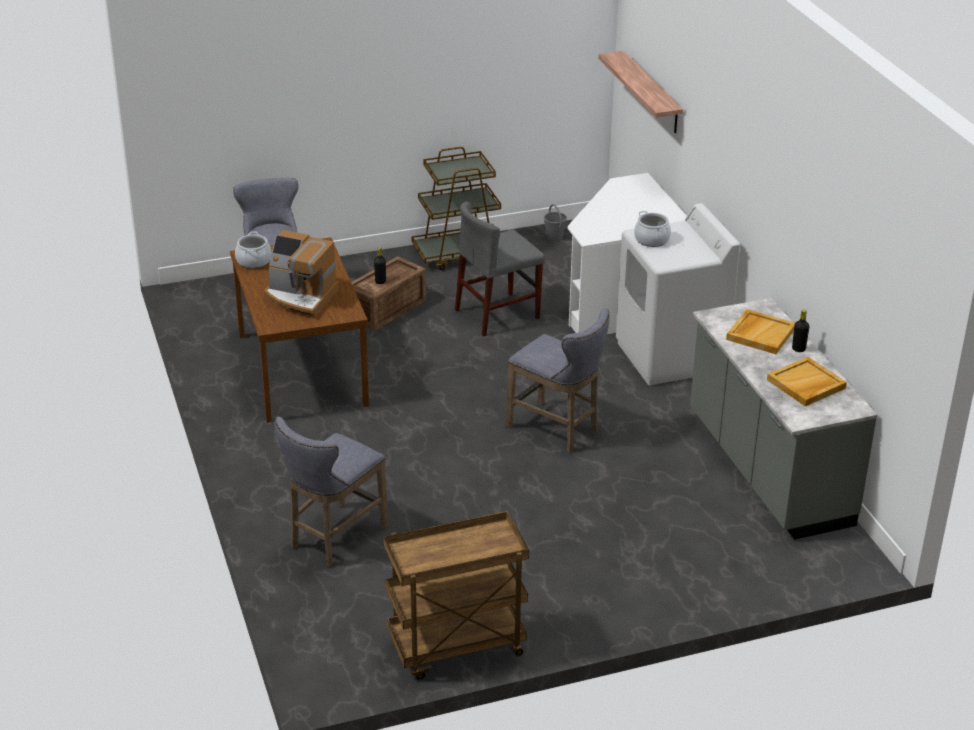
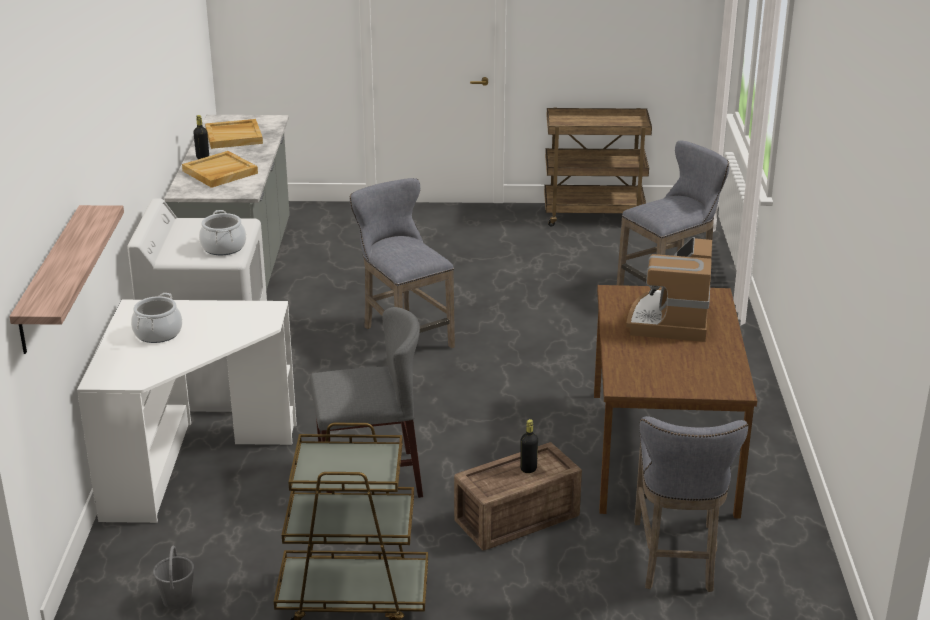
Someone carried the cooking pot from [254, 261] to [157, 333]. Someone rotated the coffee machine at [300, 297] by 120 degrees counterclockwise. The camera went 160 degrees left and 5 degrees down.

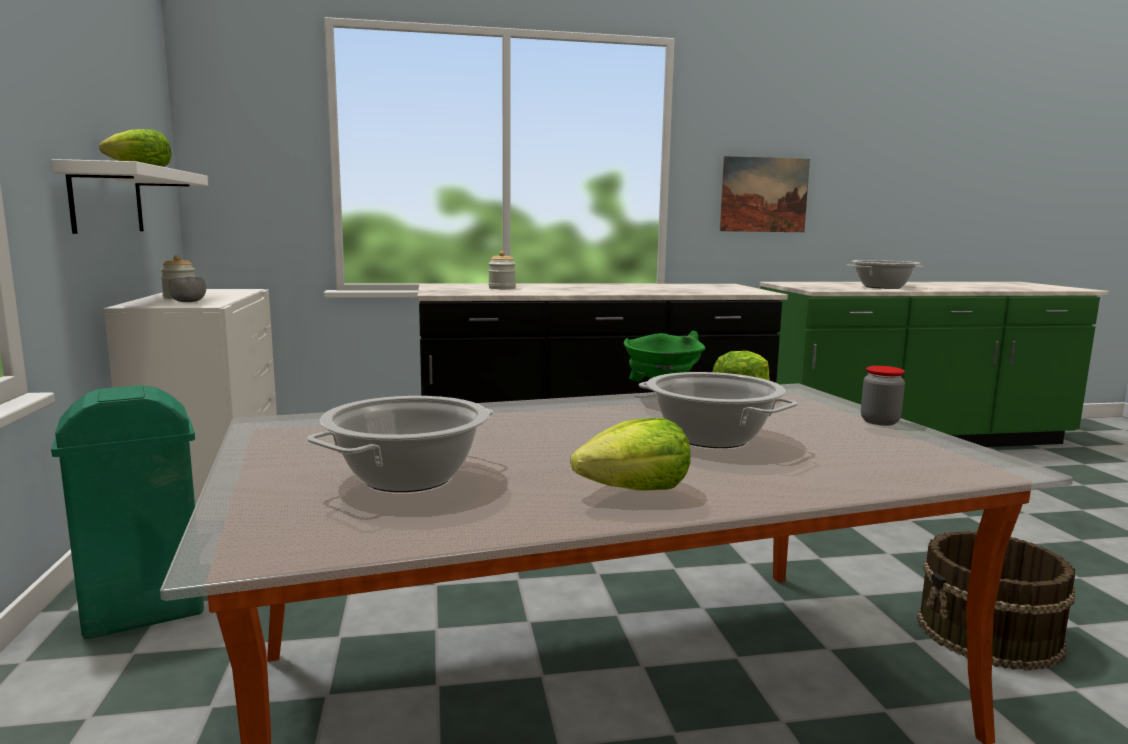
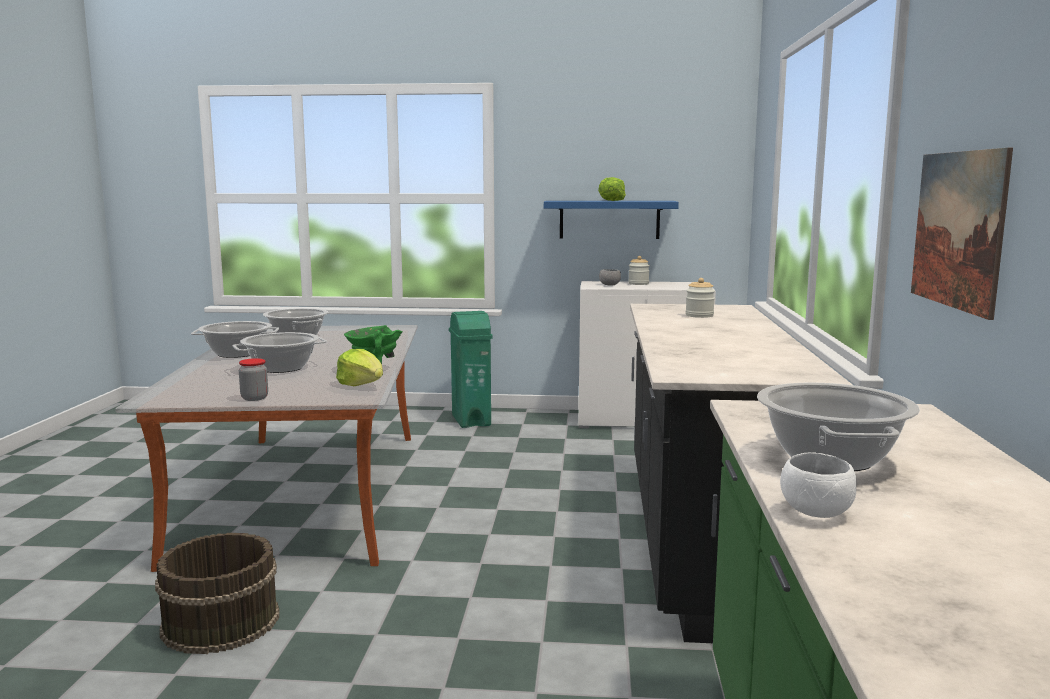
Someone repainted the white shelf at [107, 200], which became the blue shelf at [609, 219]. Someone swapped the lettuce at [635, 490] for the cooking pot at [236, 354]. Someone put down the white bowl at [815, 512]. The camera went 105 degrees right and 0 degrees up.

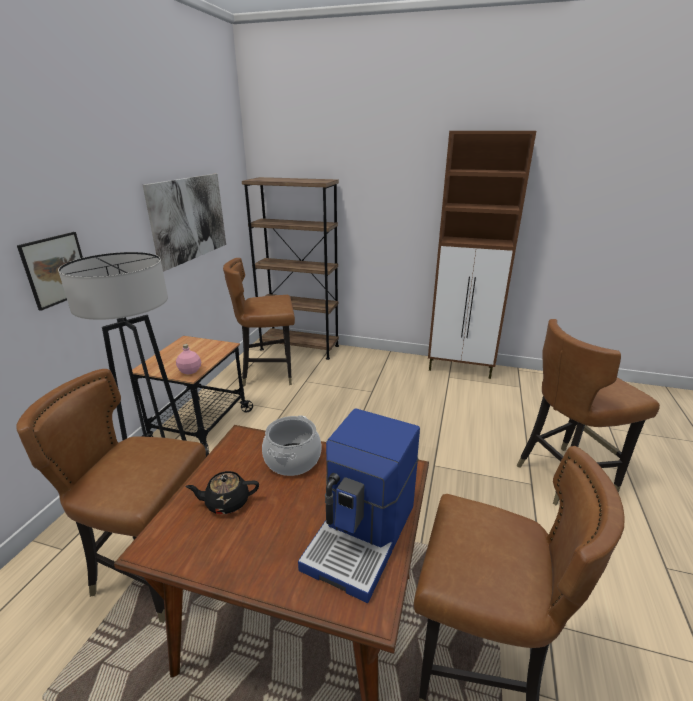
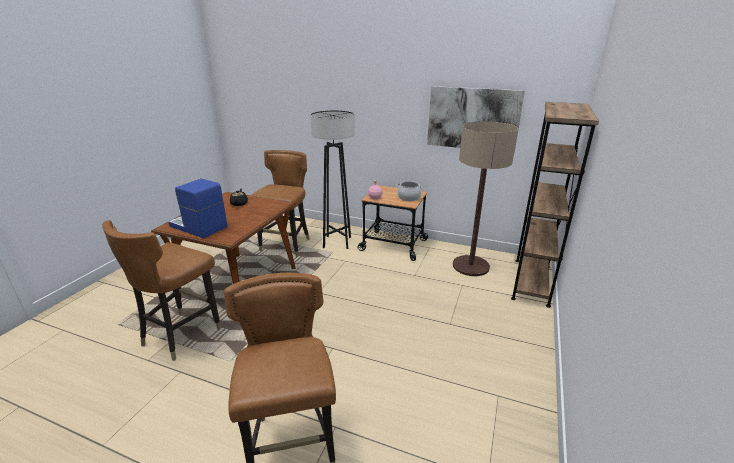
Someone took away the picture at [56, 269]. Someone swapped the brown chair at [268, 374] for the floor lamp at [470, 266]. Someone carried the cooking pot from [293, 459] to [408, 197]. Someone took away the brown cabinet at [460, 369]. The camera went 95 degrees right and 0 degrees up.

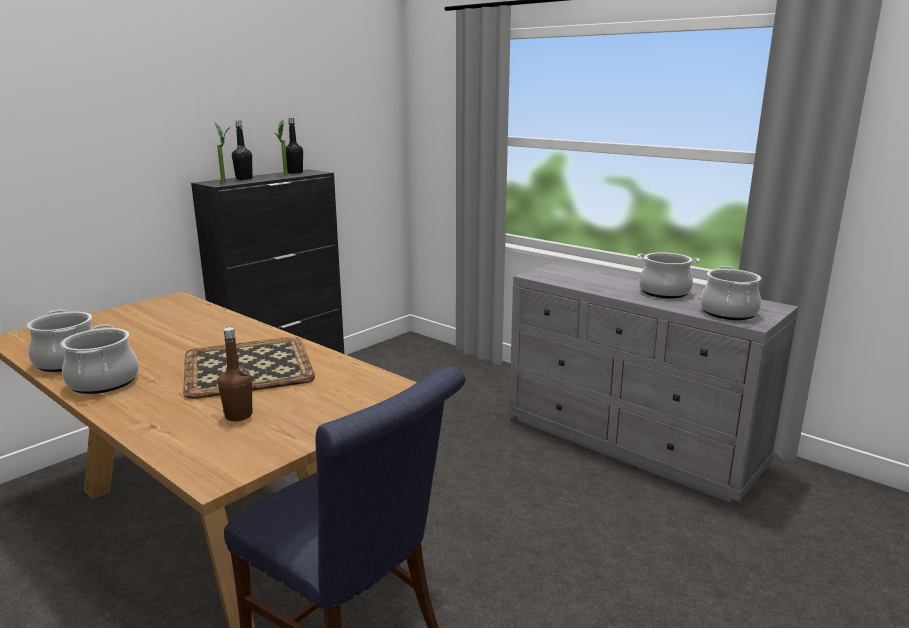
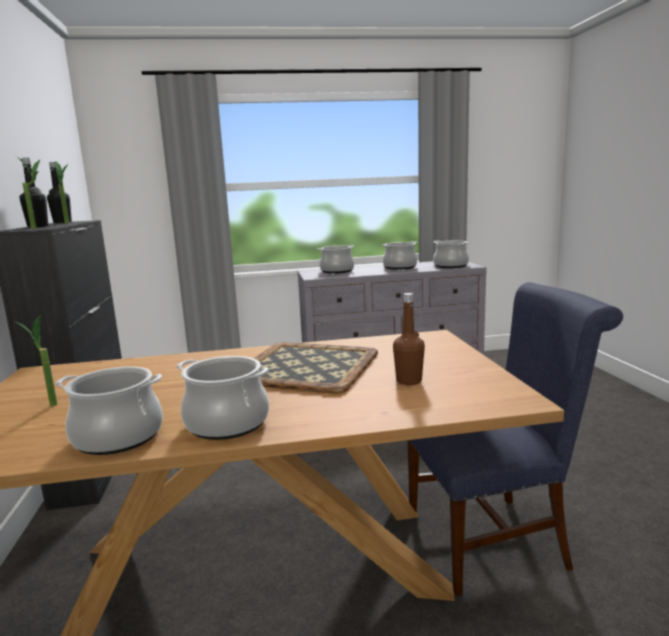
Someone put down the potted plant at [47, 404]. Someone put down the cooking pot at [337, 271]. The camera went 50 degrees left and 5 degrees down.

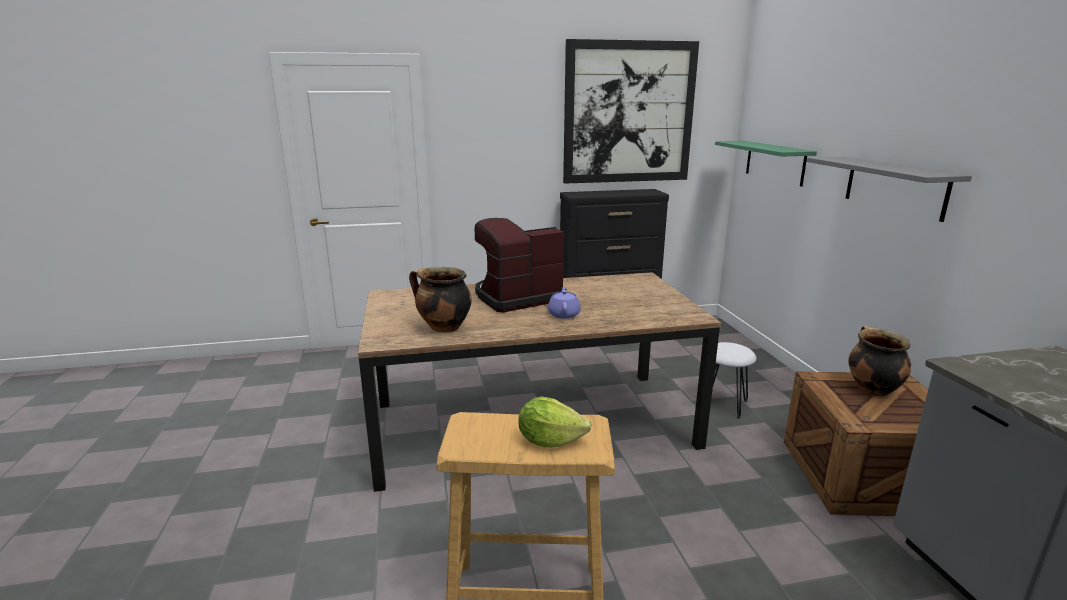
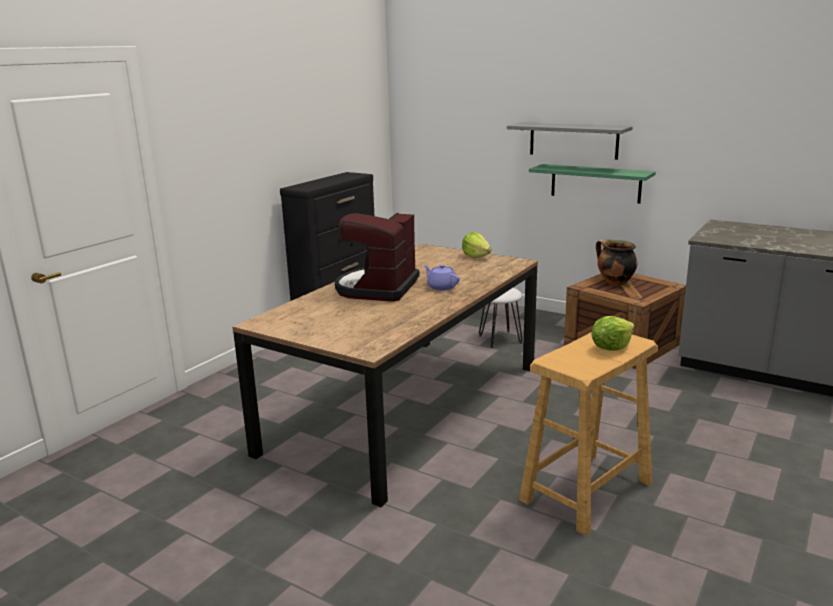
Someone took away the cooking pot at [443, 328]. Someone took away the picture at [629, 113]. Someone carried the green shelf from [774, 162] to [595, 183]. Someone put down the lettuce at [476, 256]. The camera went 45 degrees left and 0 degrees up.

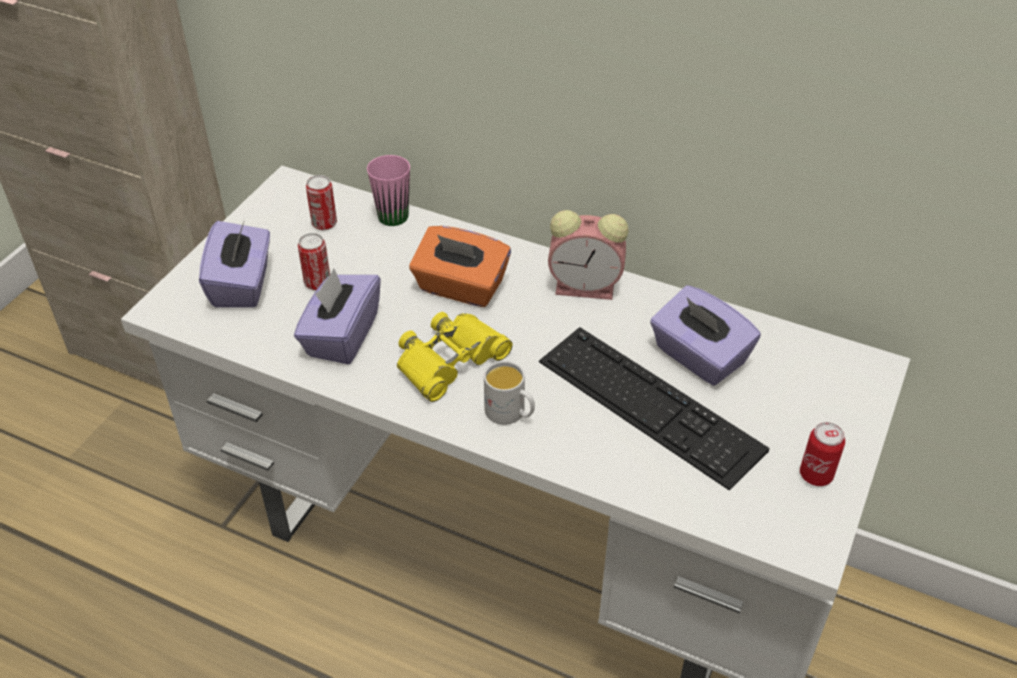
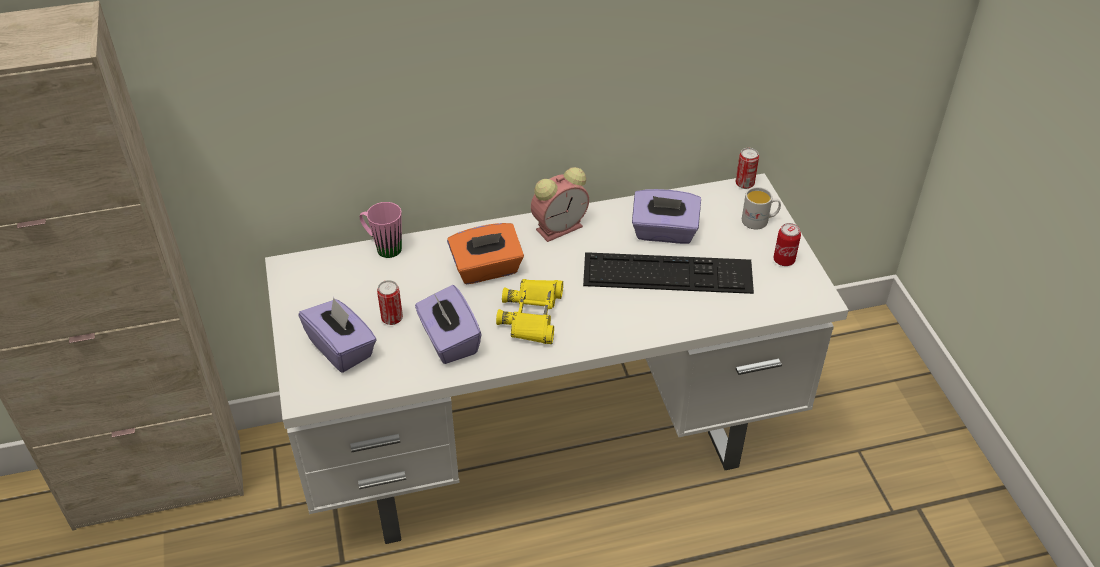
Someone carried the can from [324, 223] to [744, 184]. Someone carried the white mug from [510, 414] to [759, 221]. The camera went 40 degrees left and 0 degrees up.

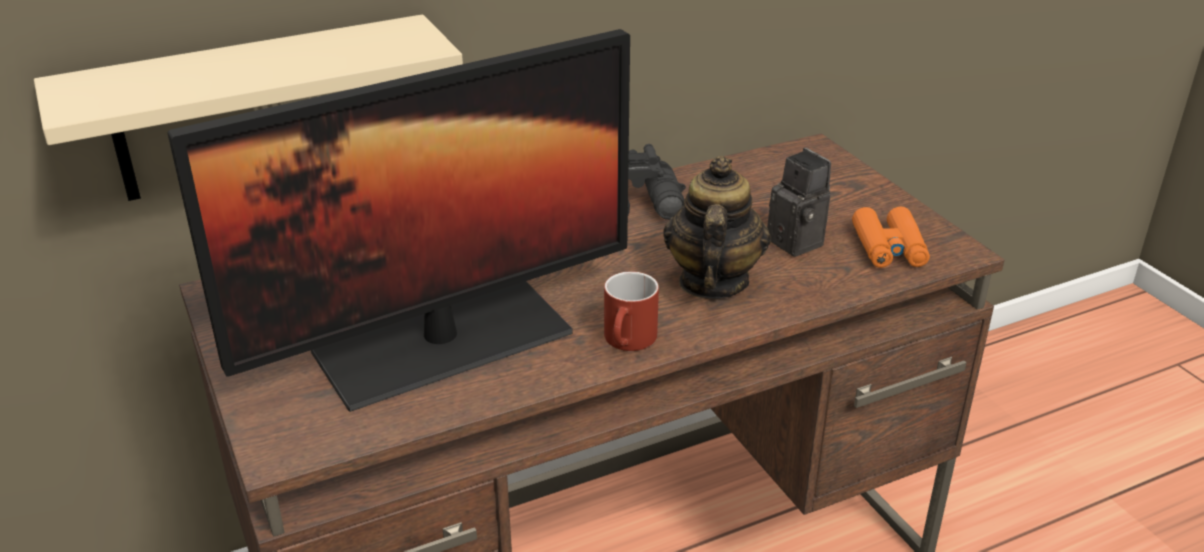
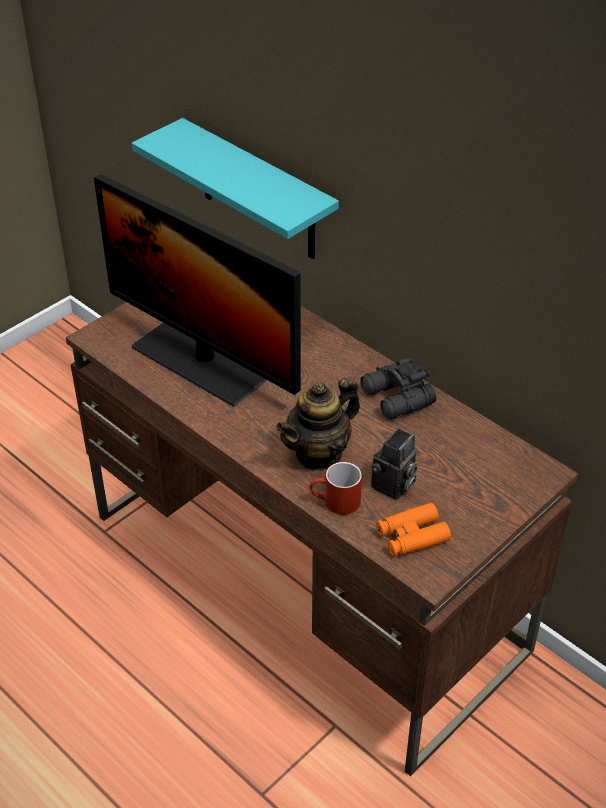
Someone repainted the beige shelf at [252, 109], which became the turquoise shelf at [258, 192]. Someone carried the red mug from [629, 342] to [335, 503]. Someone rotated the teapot at [712, 282] by 150 degrees clockwise. The camera went 70 degrees right and 10 degrees up.

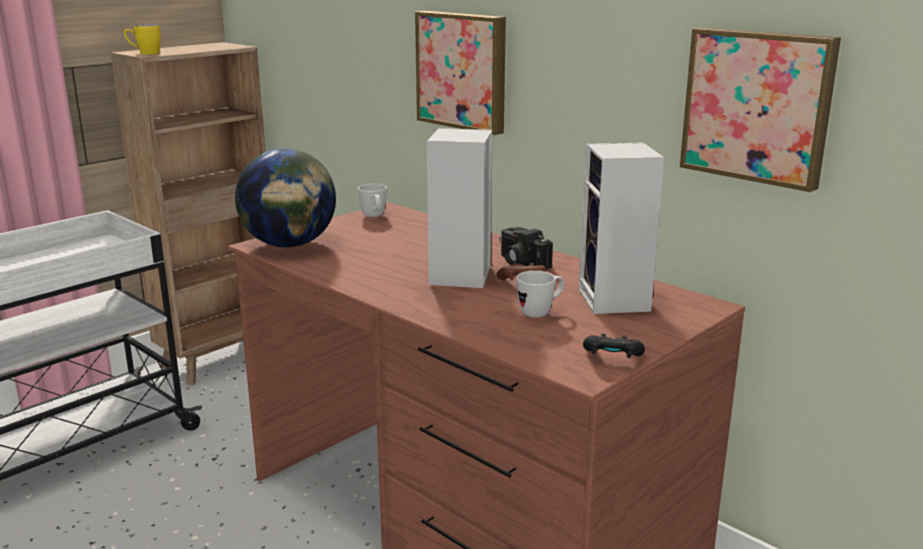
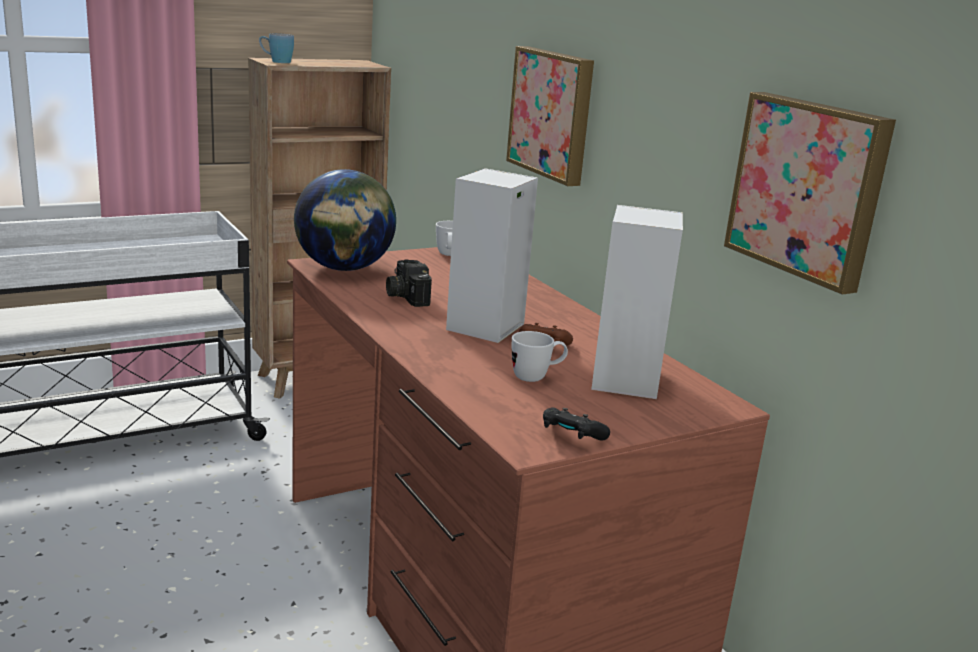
Someone repainted the yellow mug at [144, 53], which became the blue mug at [276, 61]. Someone carried the photo camera from [520, 262] to [405, 296]. The camera went 15 degrees right and 0 degrees up.

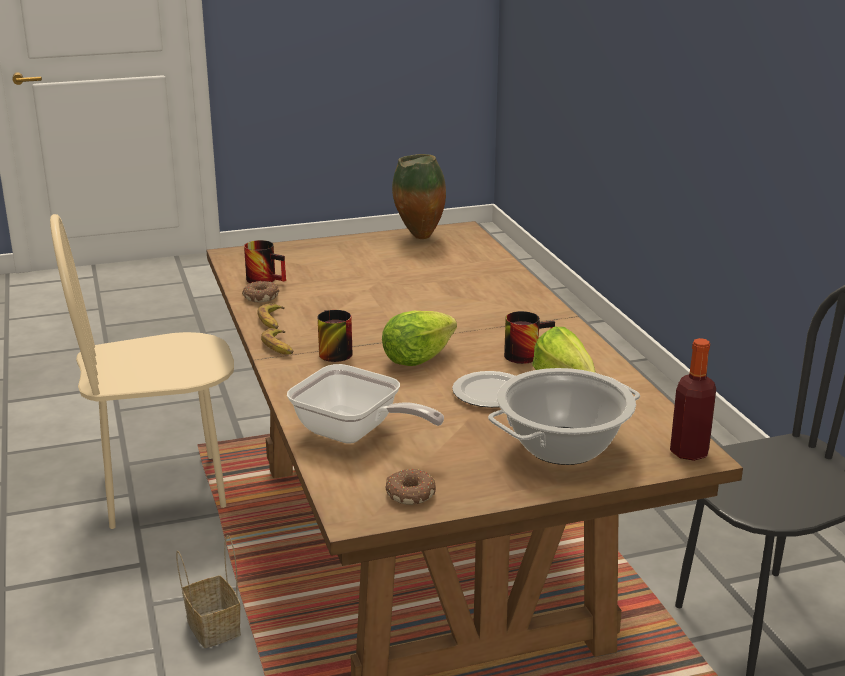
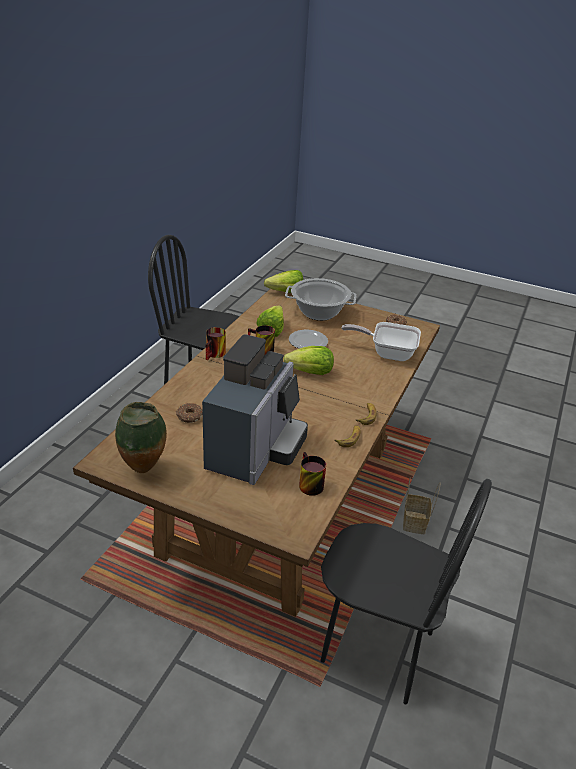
Someone repainted the beige chair at [163, 490], which became the black chair at [377, 648]. Someone carried the donut from [261, 297] to [189, 417]. Someone rotated the frying pan at [354, 434] by 60 degrees counterclockwise. Someone carried the mug from [331, 352] to [215, 354]. Someone swapped the bottle at [689, 452] for the lettuce at [282, 292]. Someone put down the coffee machine at [255, 450]. The camera went 140 degrees left and 10 degrees up.

